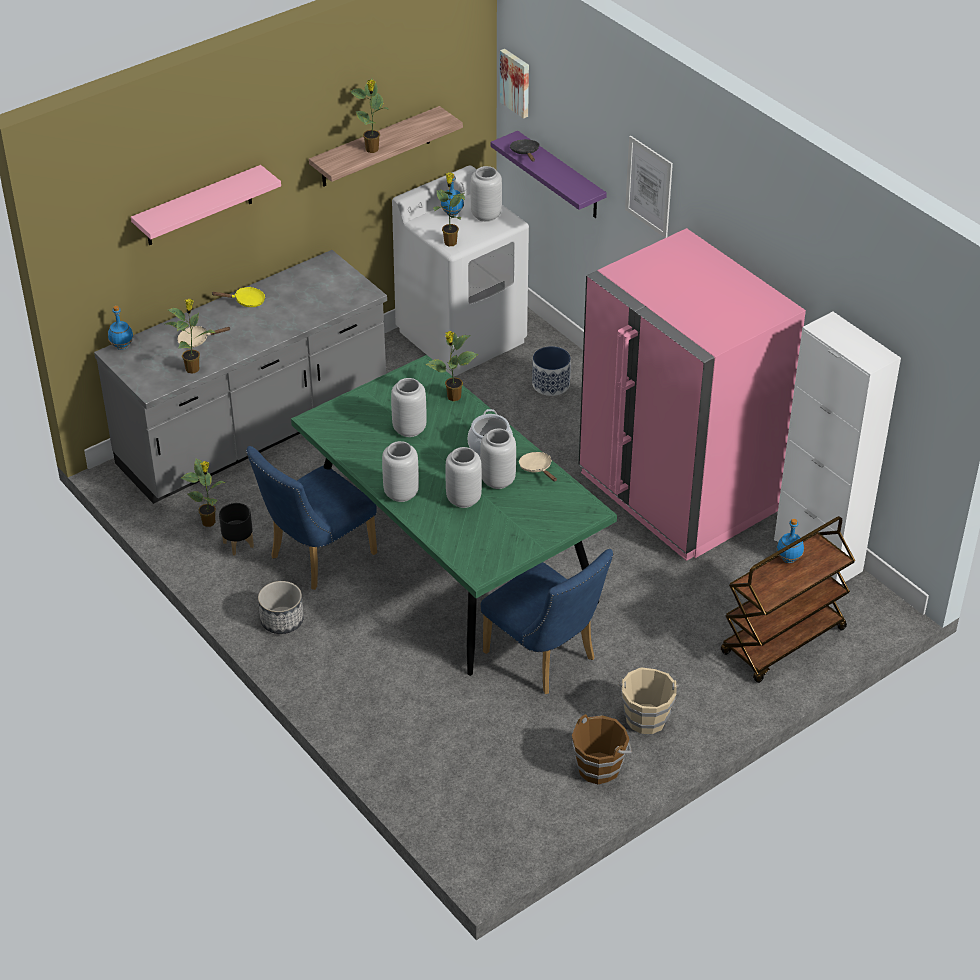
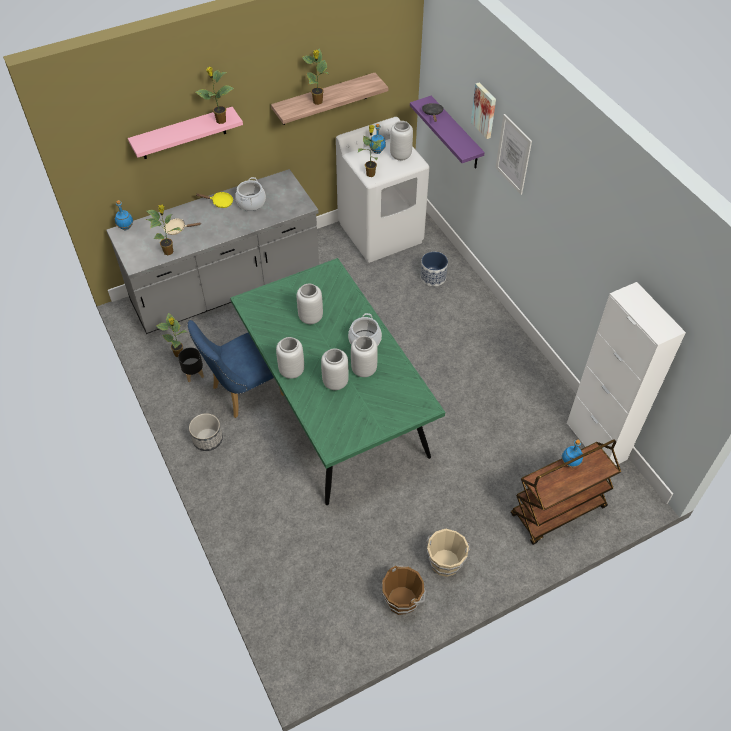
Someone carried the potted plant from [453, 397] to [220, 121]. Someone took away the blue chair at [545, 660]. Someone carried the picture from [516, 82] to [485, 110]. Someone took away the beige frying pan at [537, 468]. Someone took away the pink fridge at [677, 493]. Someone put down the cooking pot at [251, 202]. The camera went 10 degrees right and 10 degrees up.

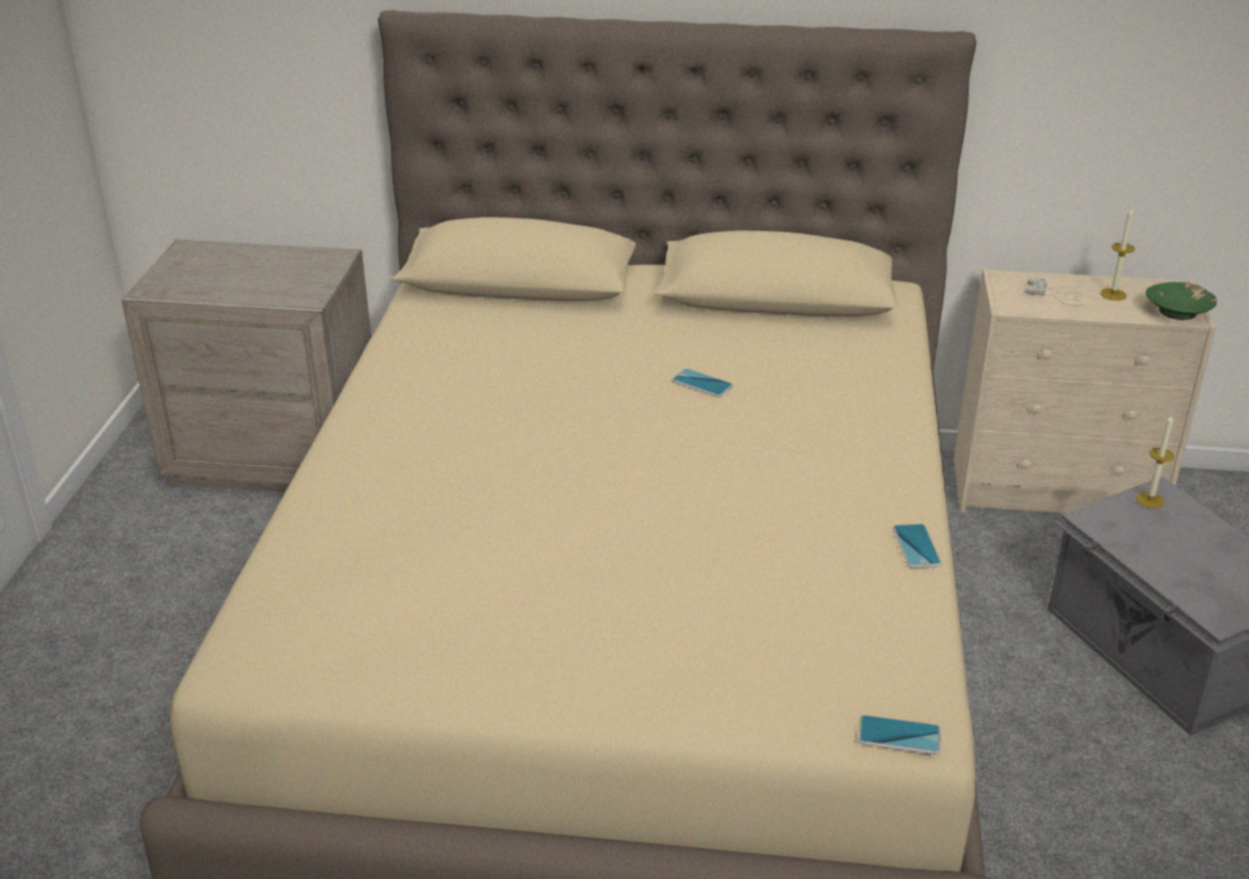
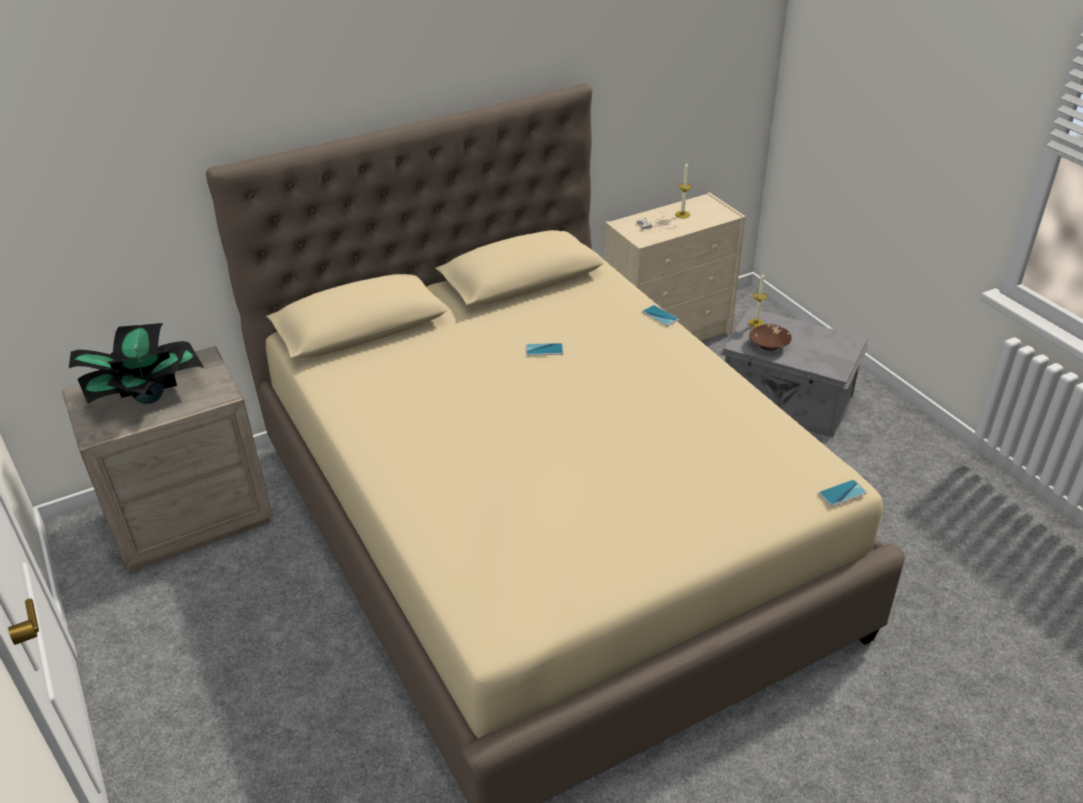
Someone carried the phone from [916, 546] to [660, 316]. Someone took away the green bowl at [1178, 311]. Someone put down the potted plant at [148, 397]. Someone put down the brown bowl at [769, 344]. The camera went 35 degrees left and 5 degrees up.

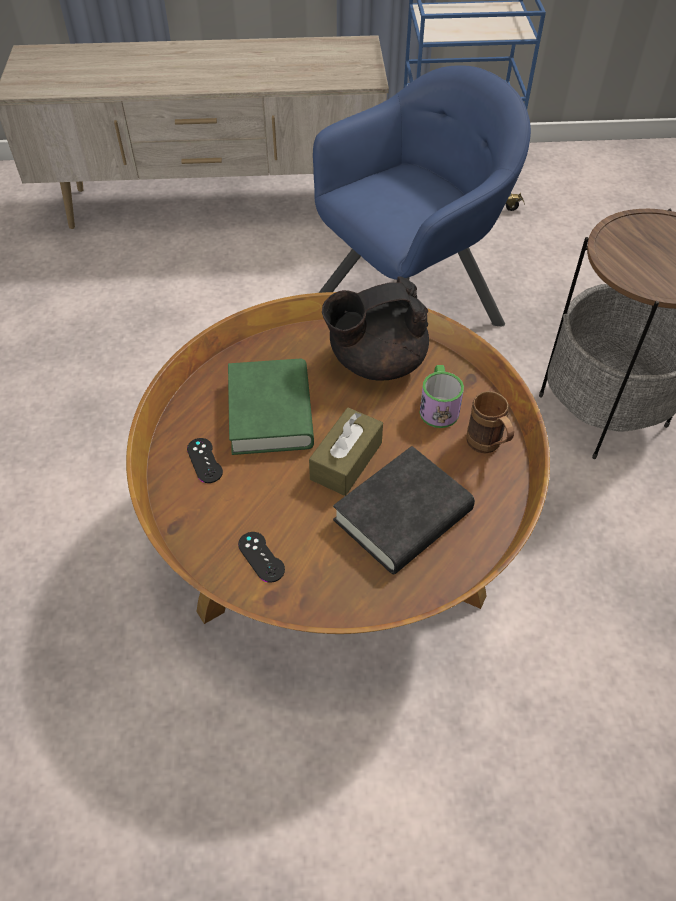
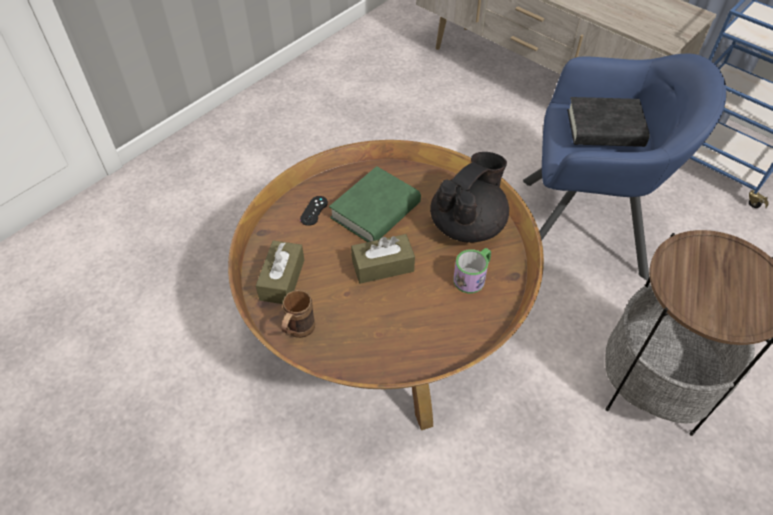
Someone swapped the black game controller at [261, 557] for the brown tissue box at [282, 279]. Someone rotated the black teapot at [375, 362] by 105 degrees clockwise. Someone carried the black book from [402, 516] to [605, 128]. Someone carried the brown mug from [487, 447] to [298, 332]. The camera went 45 degrees right and 0 degrees up.

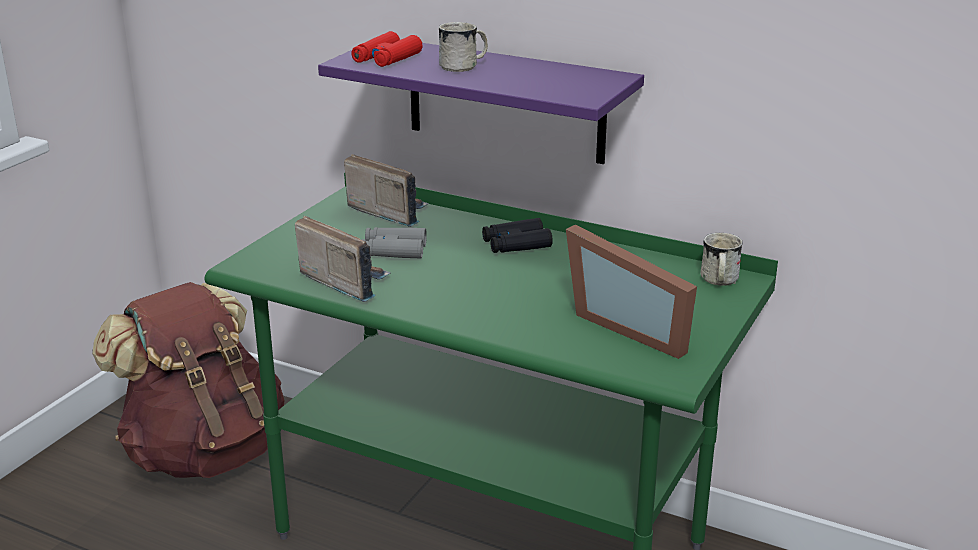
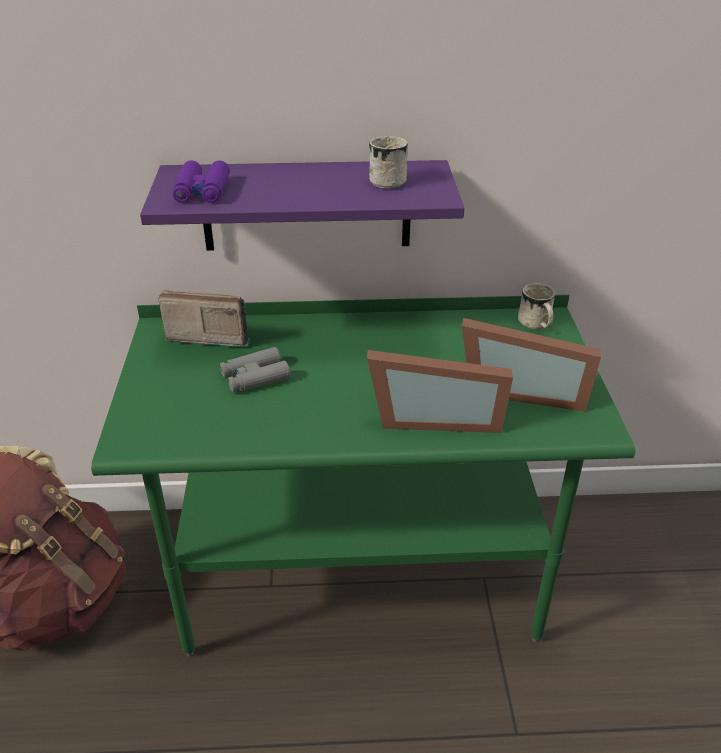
Someone took away the radio at [344, 281]. Someone repainted the red binoculars at [386, 59], which became the purple binoculars at [202, 191]. Someone carried the white mug from [464, 67] to [392, 180]. Someone took away the black binoculars at [516, 244]. Someone put down the picture frame at [435, 417]. The camera went 30 degrees left and 10 degrees up.

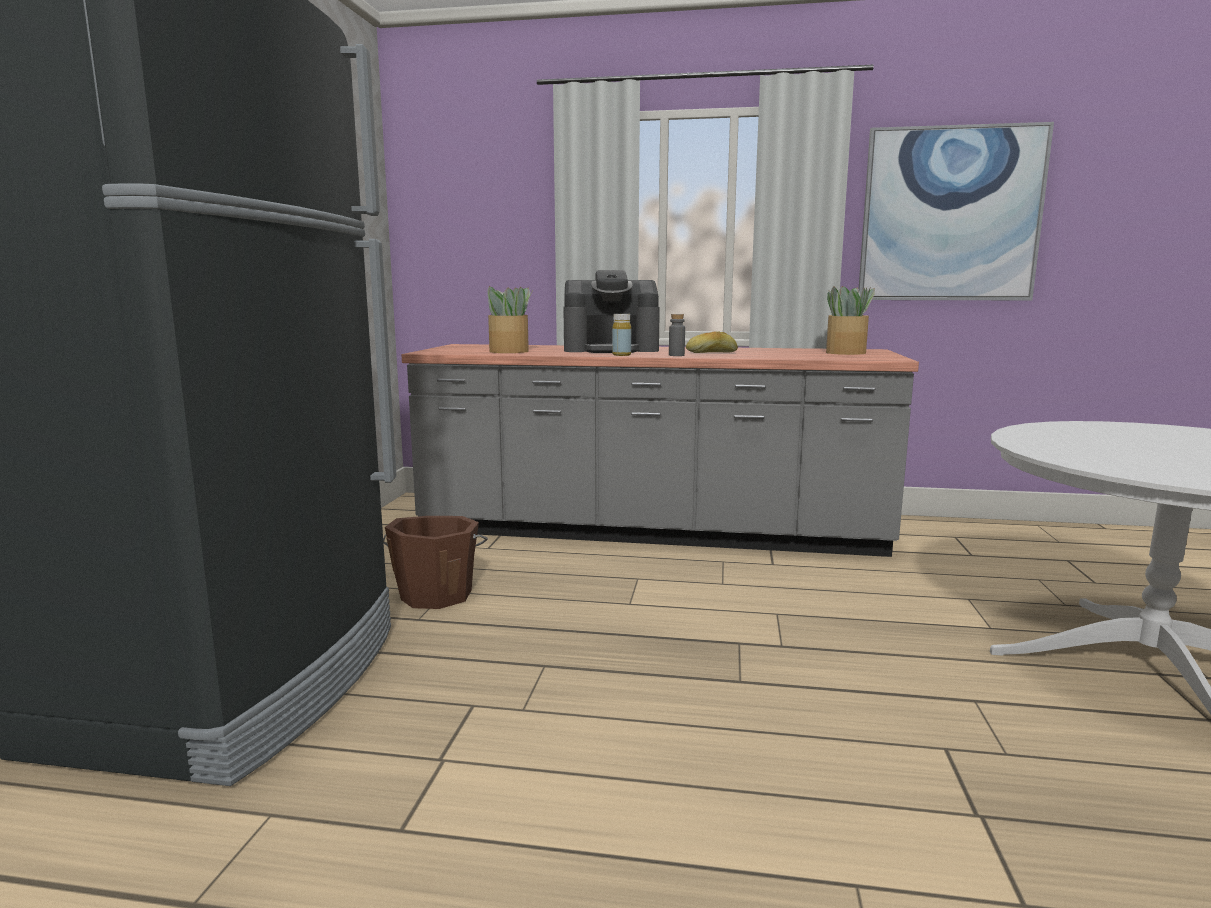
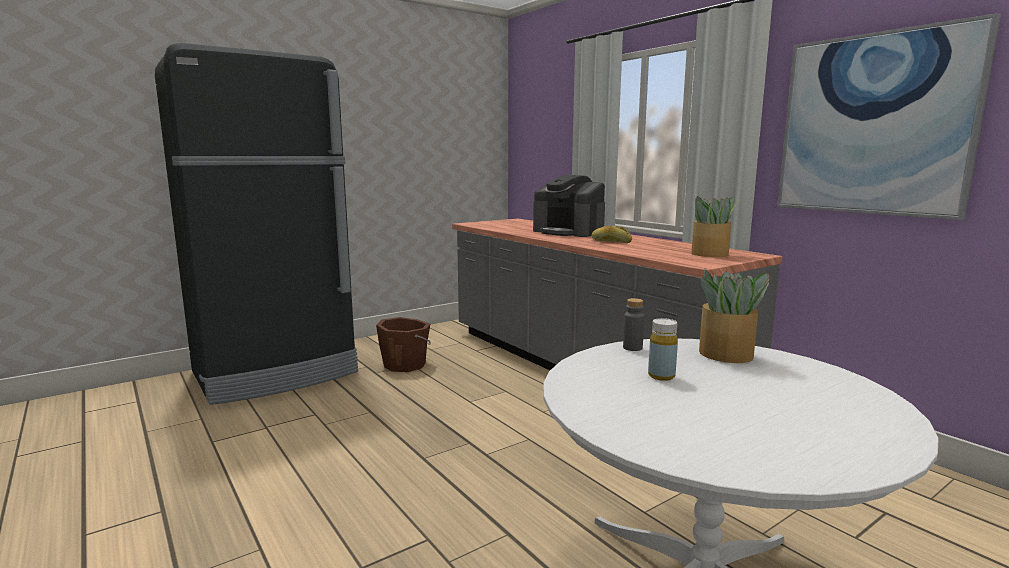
Someone carried the potted plant from [510, 351] to [726, 355]. Someone carried the yellow bottle from [621, 355] to [661, 376]. Someone carried the grey bottle from [676, 355] to [632, 348]. The camera went 45 degrees right and 0 degrees up.

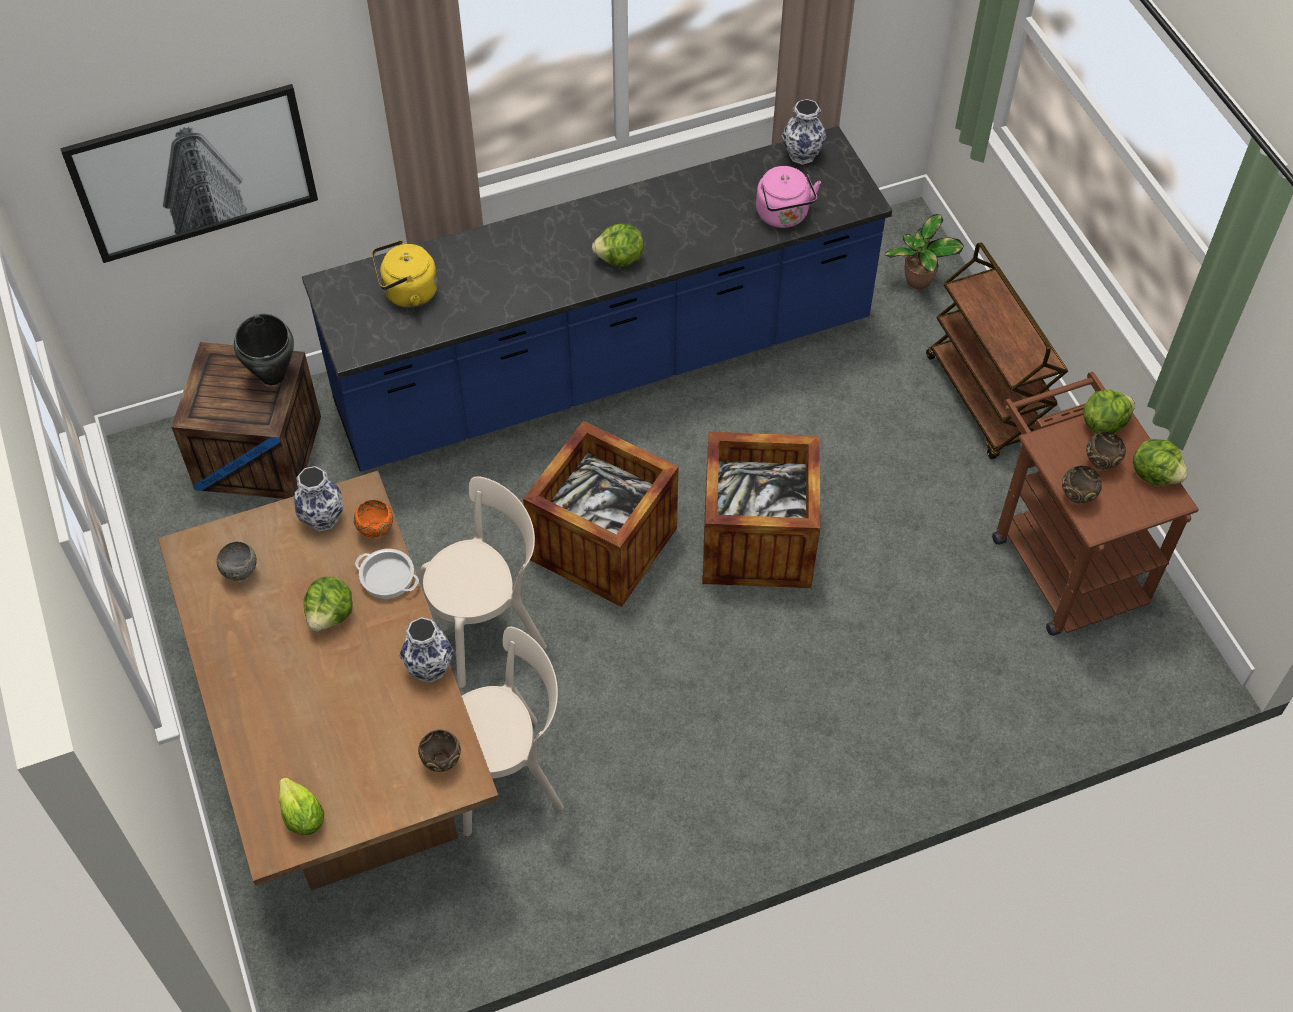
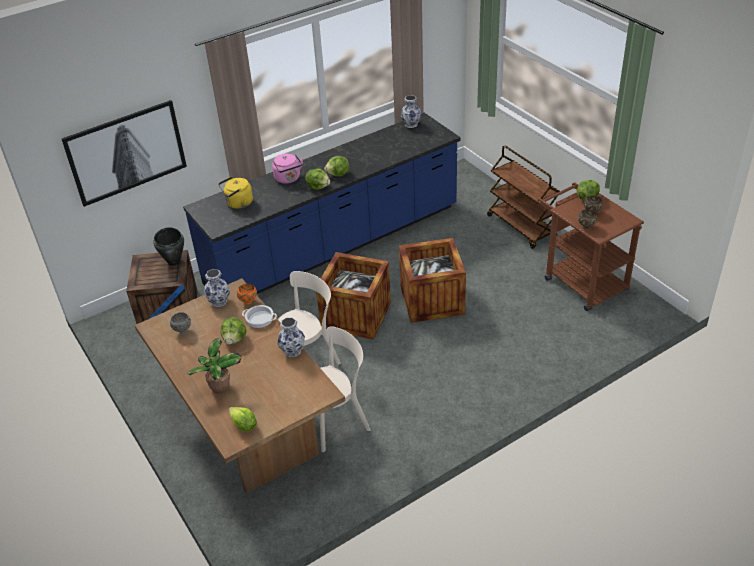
Someone took away the brown bowl at [442, 762]. Someone carried the pink kettle from [784, 216] to [288, 179]. Someone carried the potted plant from [917, 281] to [219, 388]. Someone carried the lettuce from [1155, 474] to [318, 187]. The camera went 10 degrees left and 15 degrees down.

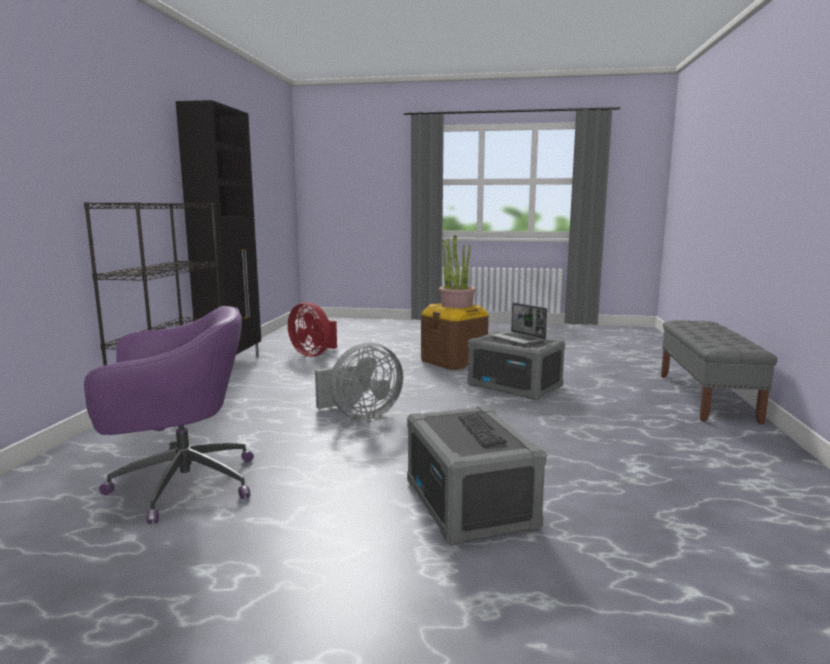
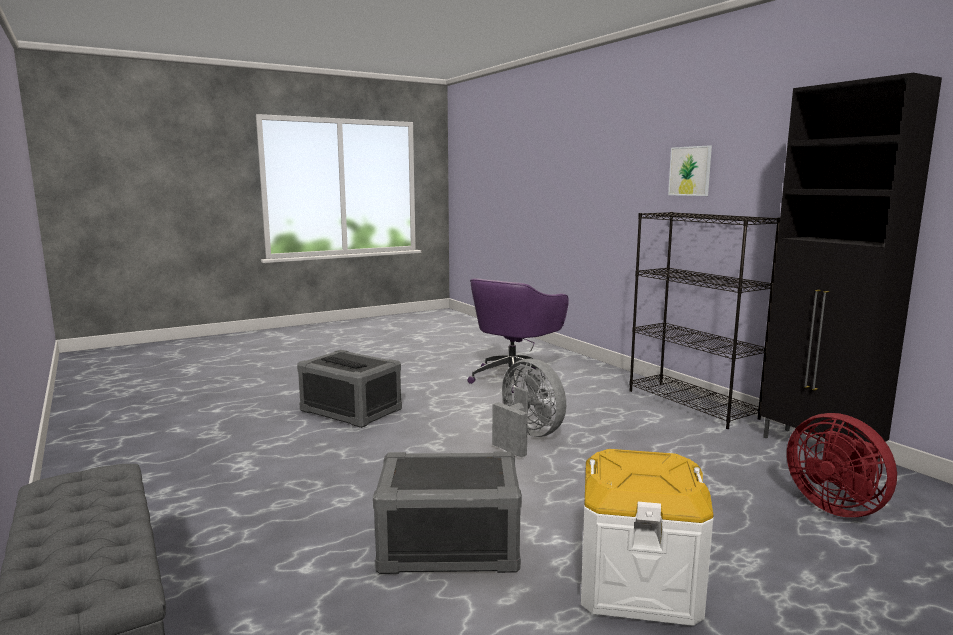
Someone rotated the red fan at [313, 354] by 120 degrees counterclockwise. Someone rotated the grey fan at [360, 415] by 120 degrees clockwise. Someone repainted the brown storage box at [454, 361], which became the white storage box at [638, 585]. Someone took away the potted plant at [456, 305]. Someone took away the laptop at [518, 339]. Someone put up the picture at [690, 171]. The camera went 140 degrees right and 0 degrees up.

